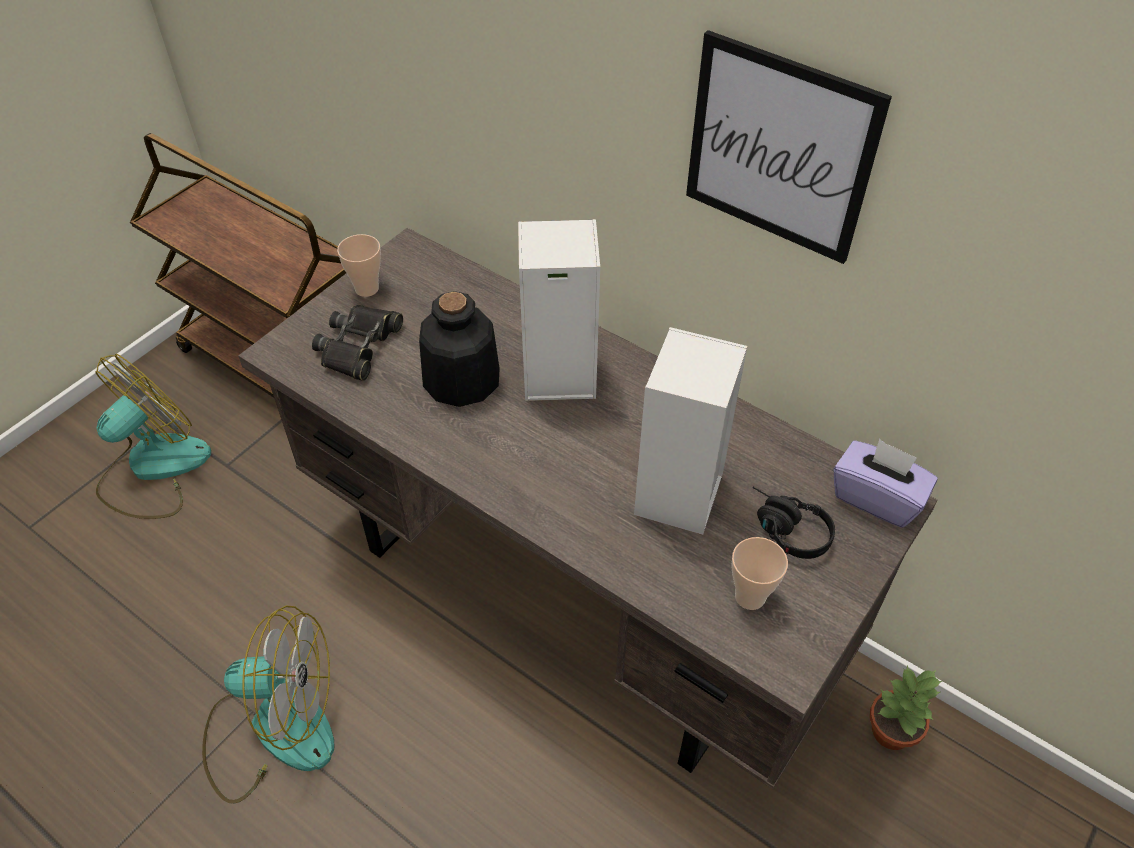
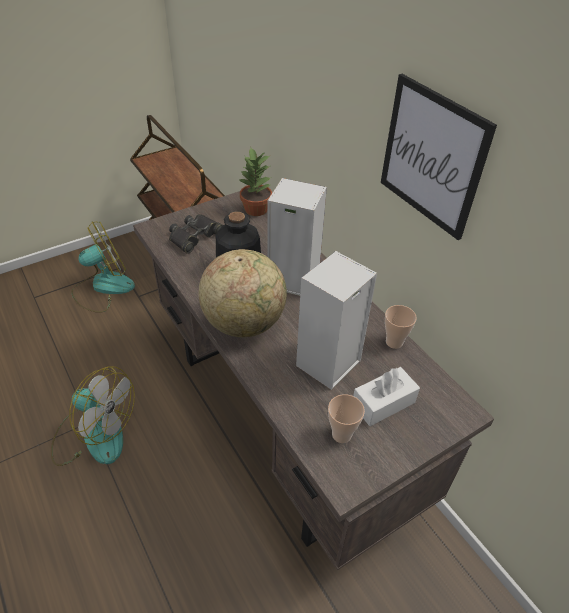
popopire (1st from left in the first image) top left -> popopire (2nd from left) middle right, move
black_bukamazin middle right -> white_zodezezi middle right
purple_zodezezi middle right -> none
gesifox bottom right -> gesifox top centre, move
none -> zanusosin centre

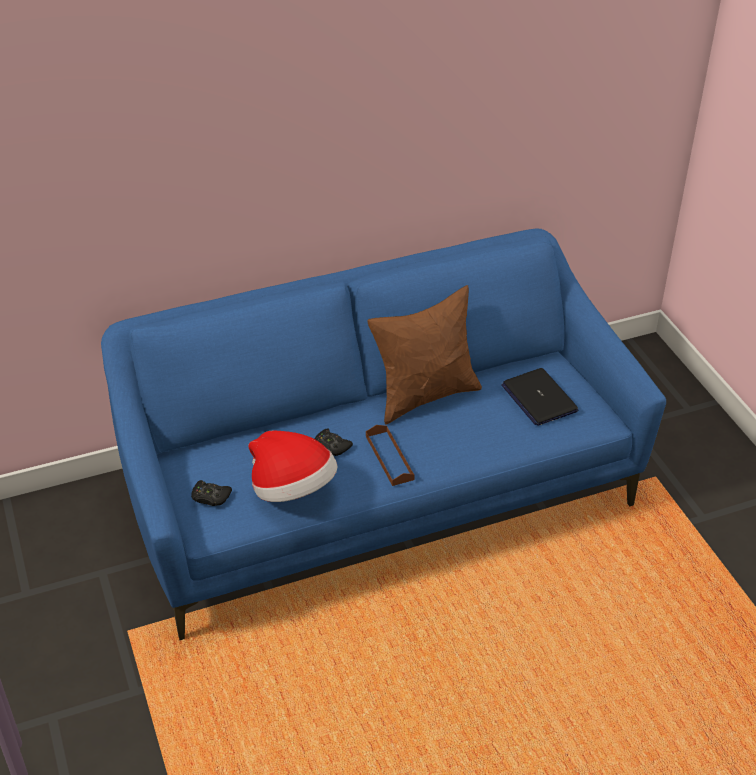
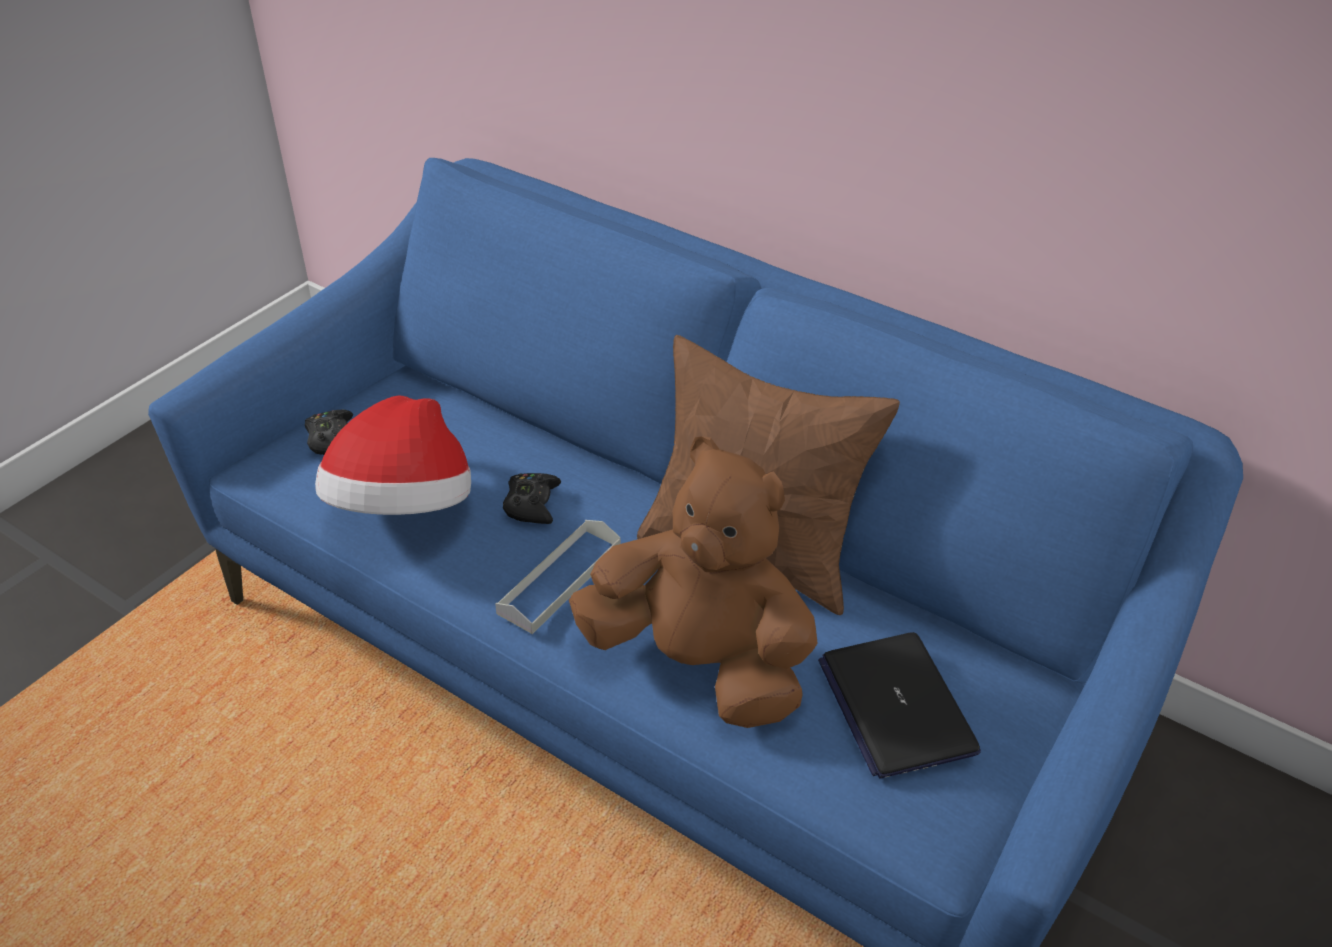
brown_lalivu centre -> grey_lalivu centre
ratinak middle right -> ratinak bottom right, 45 degrees counterclockwise
none -> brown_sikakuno centre

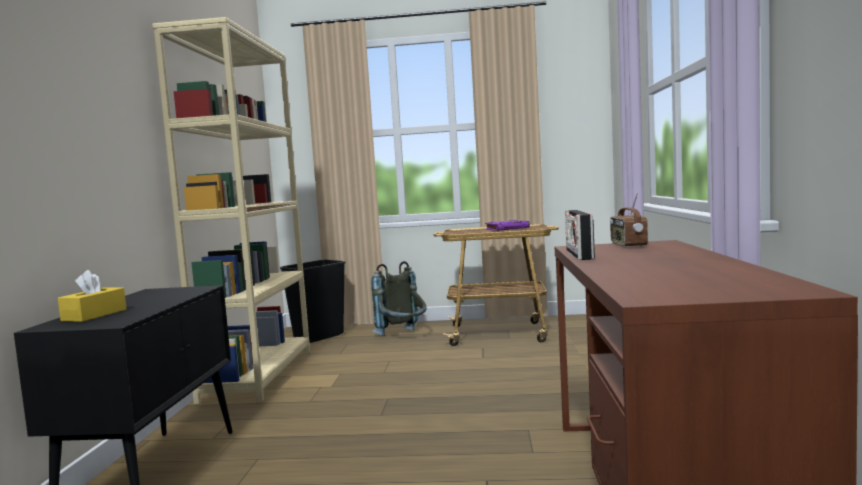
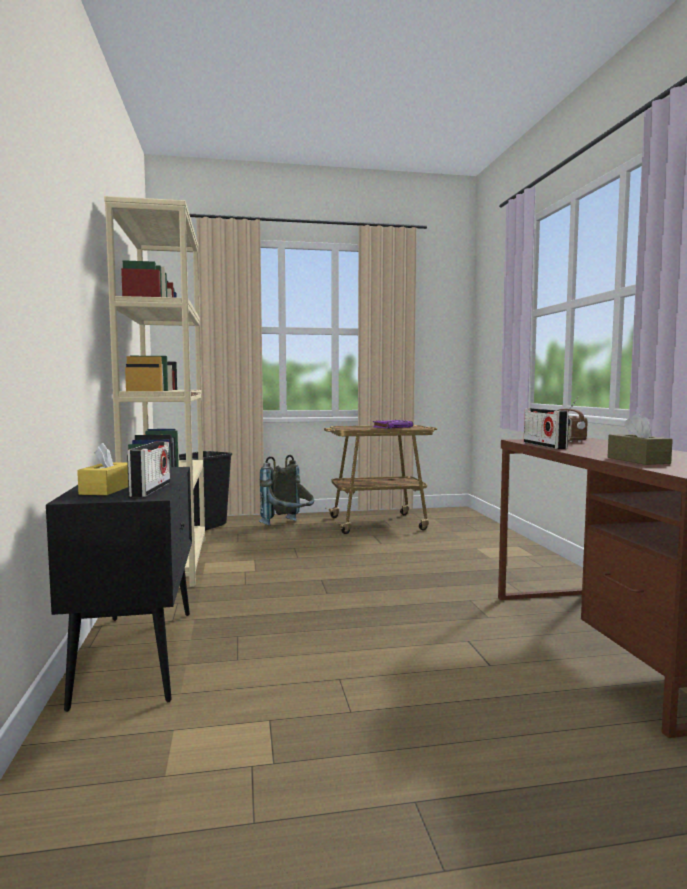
none -> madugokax (1st from left) middle left
none -> brown_zodezezi middle right

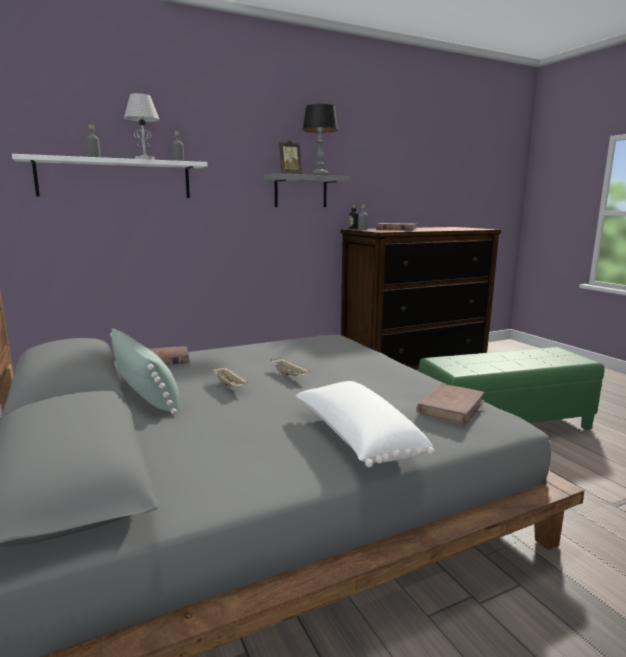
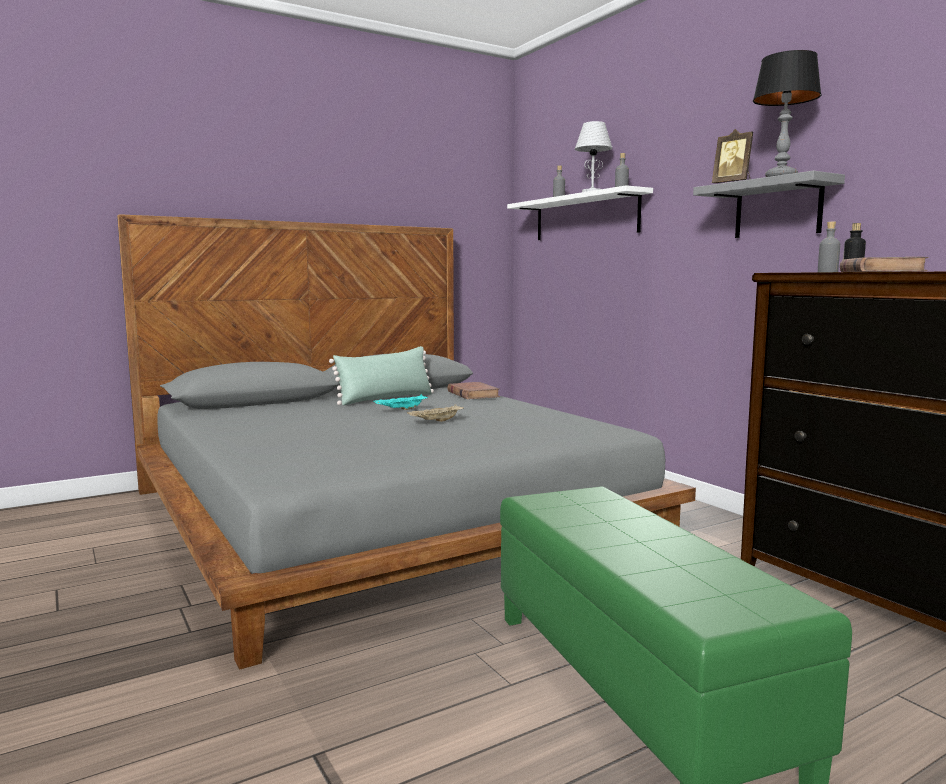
beige_lalivu (1st from left) centre -> turquoise_lalivu centre
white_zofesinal centre -> none
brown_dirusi (3rd from left) middle right -> none

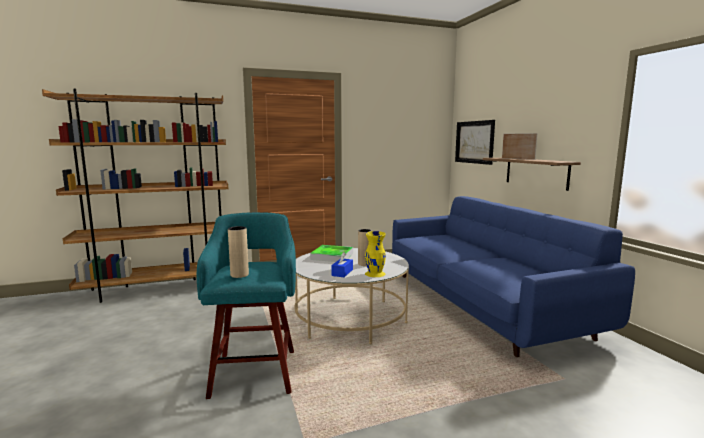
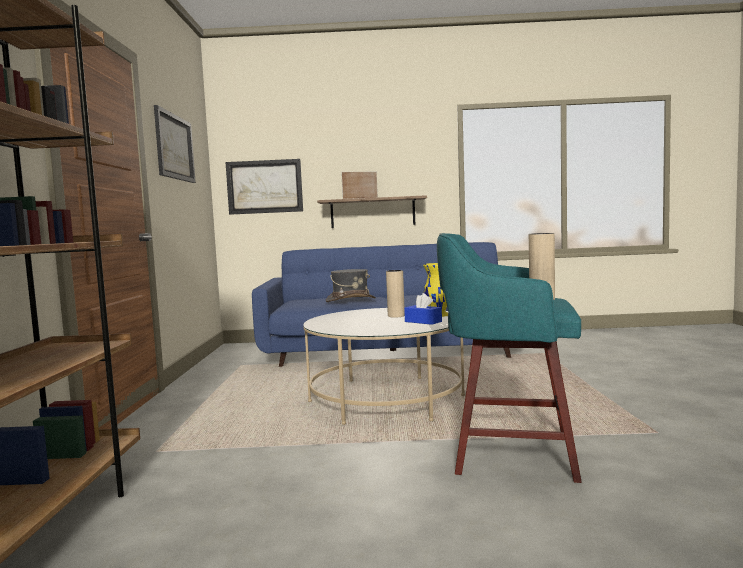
lalivu centre -> none
none -> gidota (1st from left) top left
none -> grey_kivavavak centre

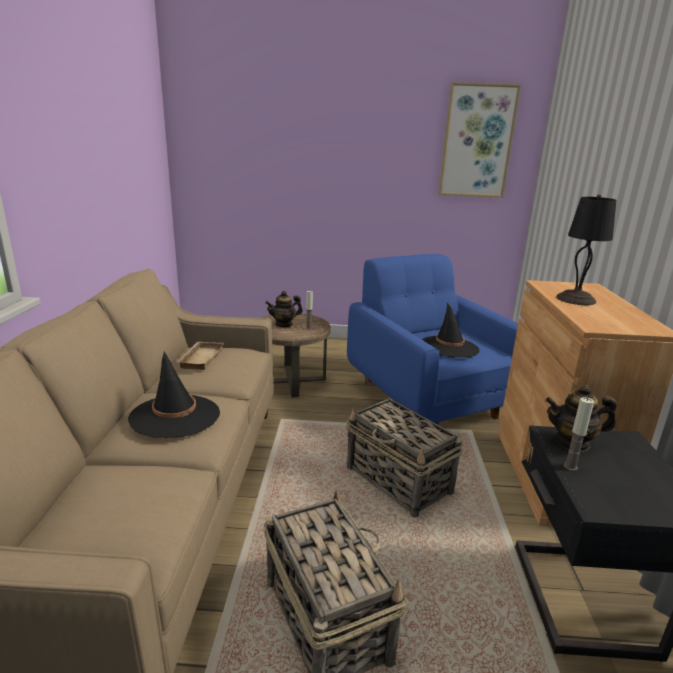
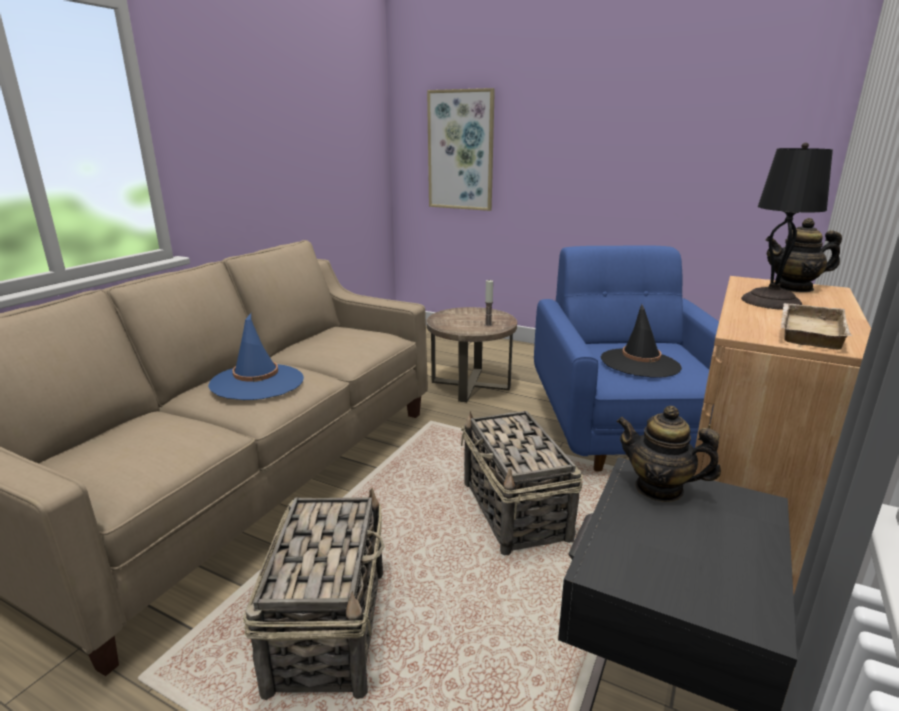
black_kivavavak (1st from left) middle left -> blue_kivavavak middle left
beige_lalivu middle left -> beige_lalivu middle right, move
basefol (1st from left in the first image) centre -> basefol (2nd from left) middle right, move
gidota top right -> gidota top centre, move
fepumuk (2nd from left) middle right -> none

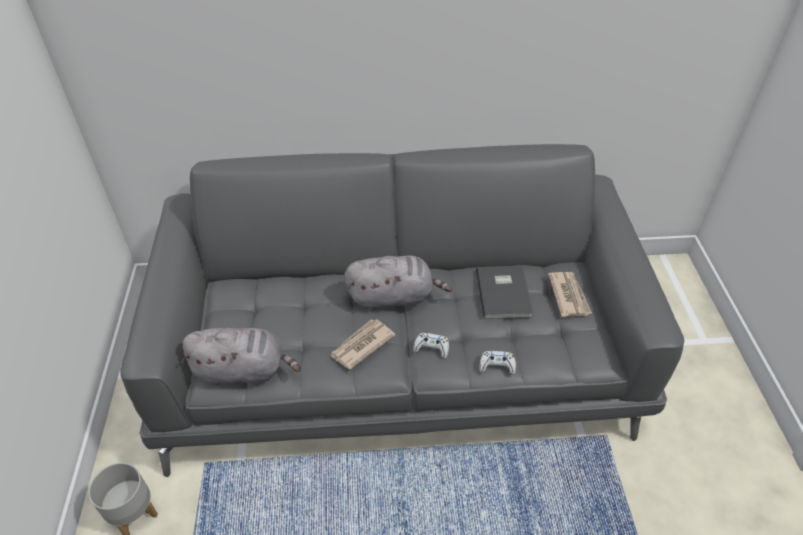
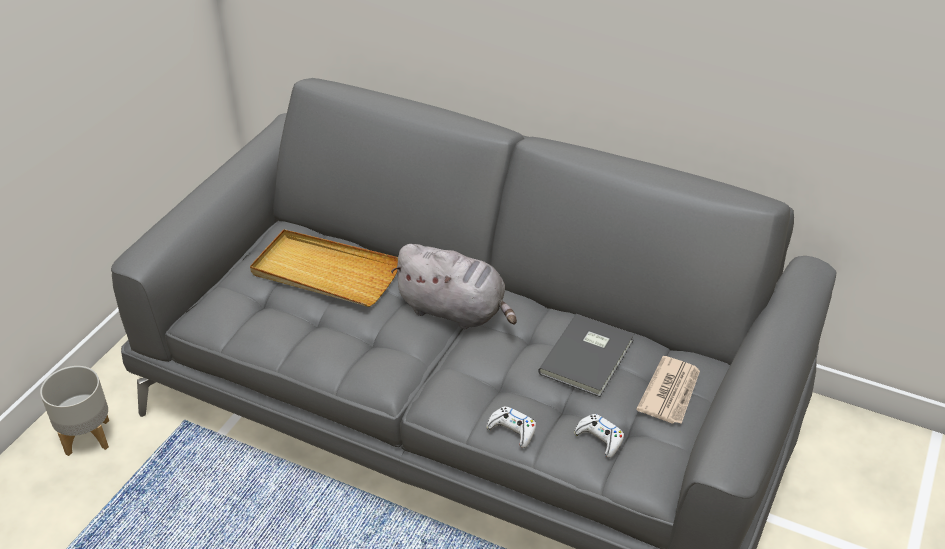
grey_sikakuno (1st from left) bottom left -> none
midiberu (1st from left) centre -> none
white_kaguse (1st from left in the first image) centre -> white_kaguse (2nd from left) bottom centre, move
none -> beige_lalivu centre

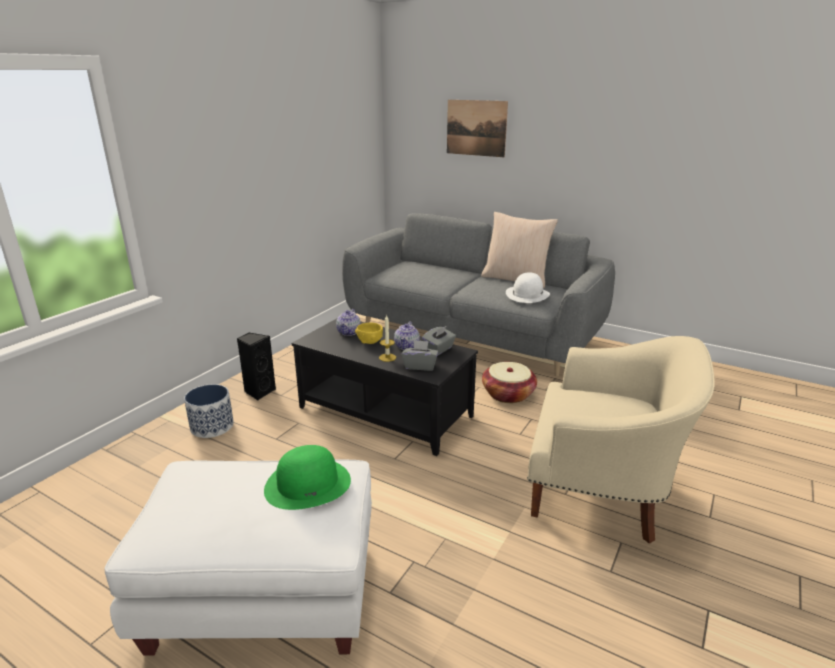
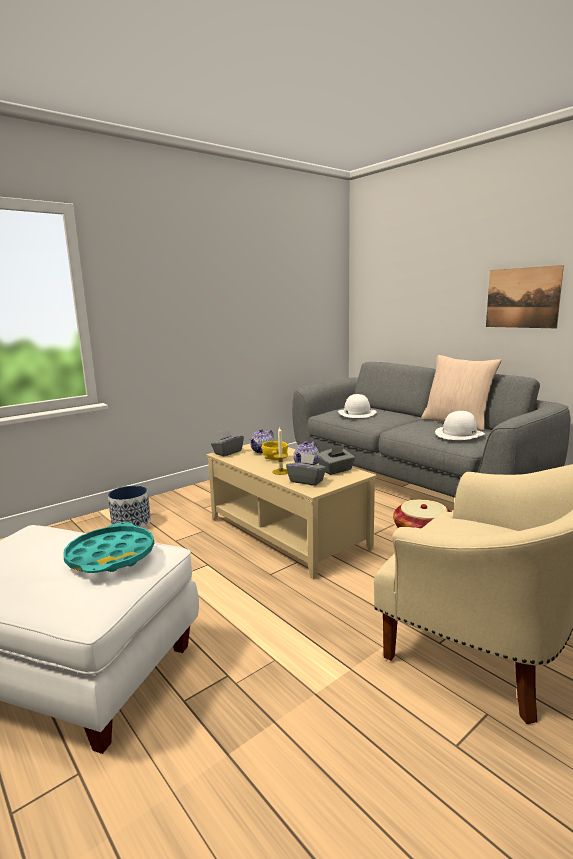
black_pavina middle left -> none
green_kivavavak bottom centre -> turquoise_lalivu middle left
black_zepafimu centre -> beige_zepafimu centre
gidota top centre -> gidota middle right, move
none -> grey_zodezezi (1st from left) centre
none -> white_kivavavak (1st from left) centre

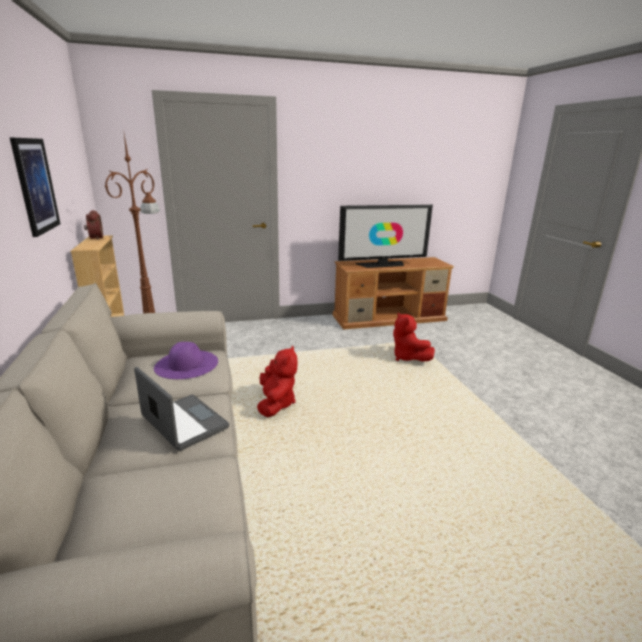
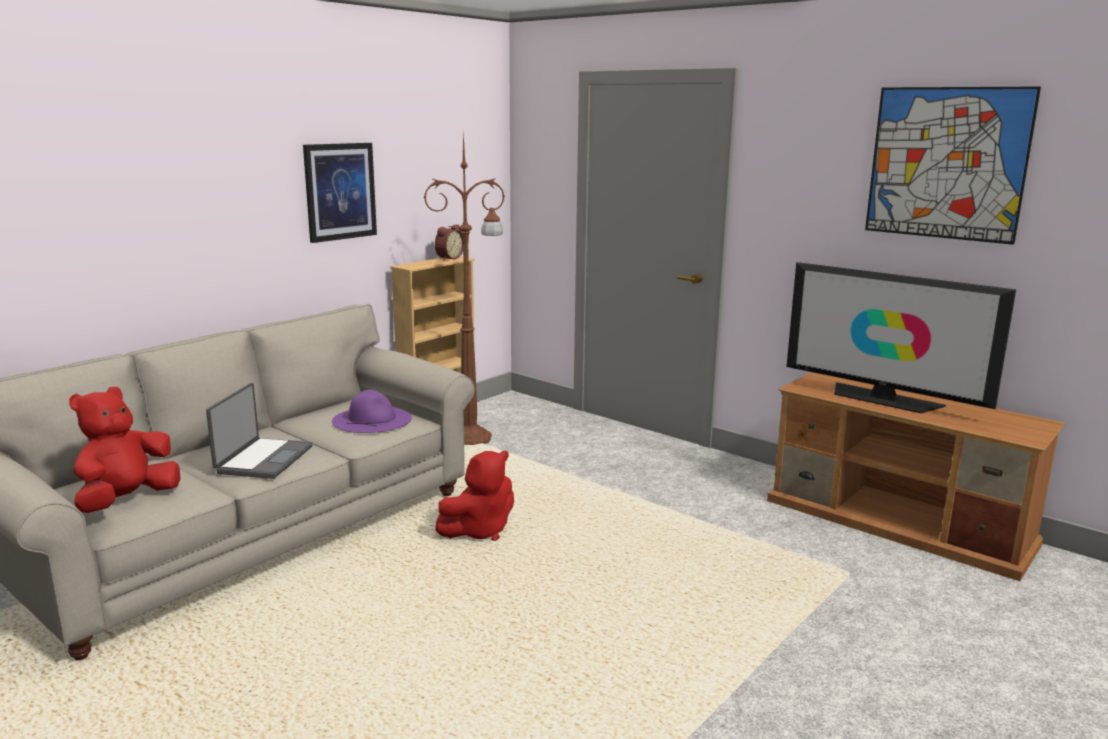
red_sikakuno (2nd from left in the first image) centre -> red_sikakuno (1st from left) middle left, move
none -> gidota (2nd from left) top right

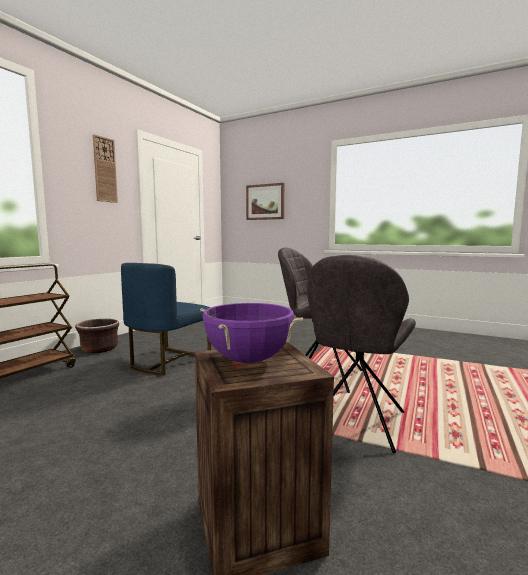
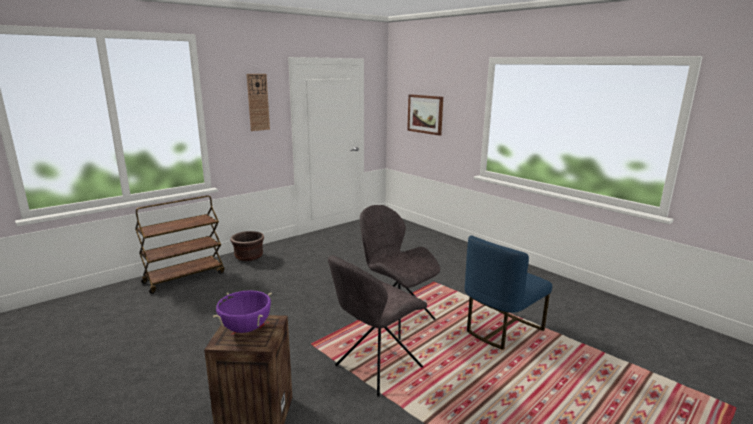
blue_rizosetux middle left -> blue_rizosetux bottom right, move

